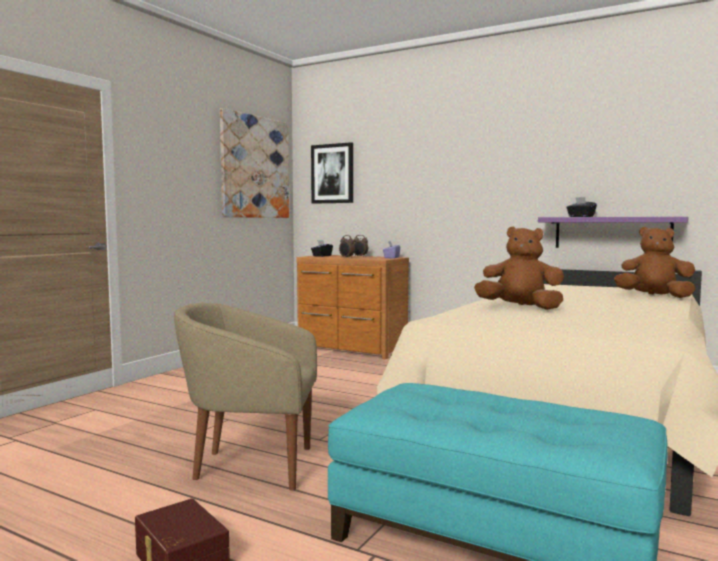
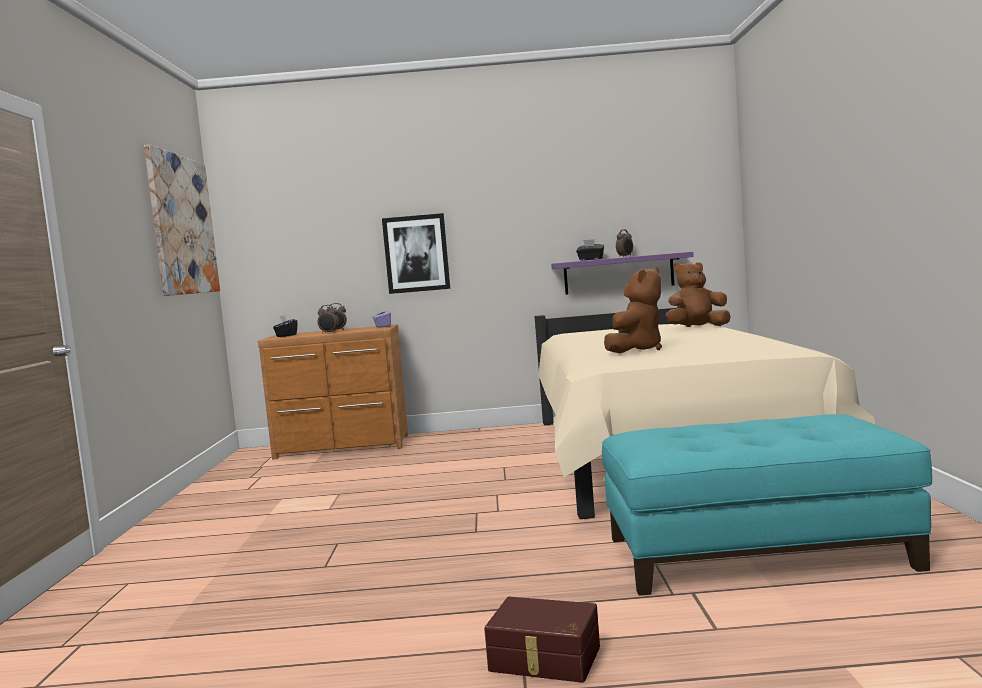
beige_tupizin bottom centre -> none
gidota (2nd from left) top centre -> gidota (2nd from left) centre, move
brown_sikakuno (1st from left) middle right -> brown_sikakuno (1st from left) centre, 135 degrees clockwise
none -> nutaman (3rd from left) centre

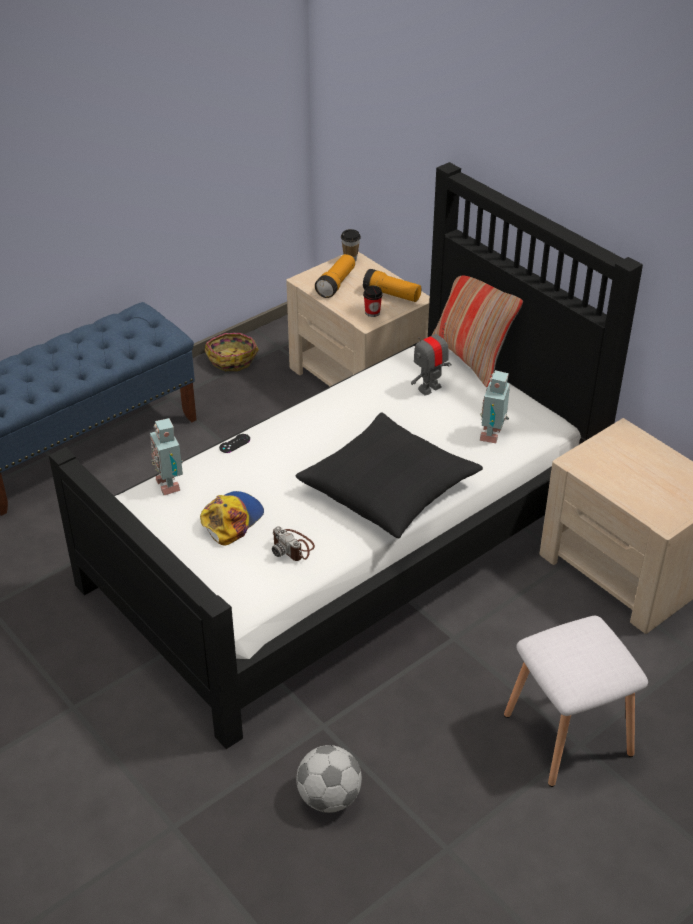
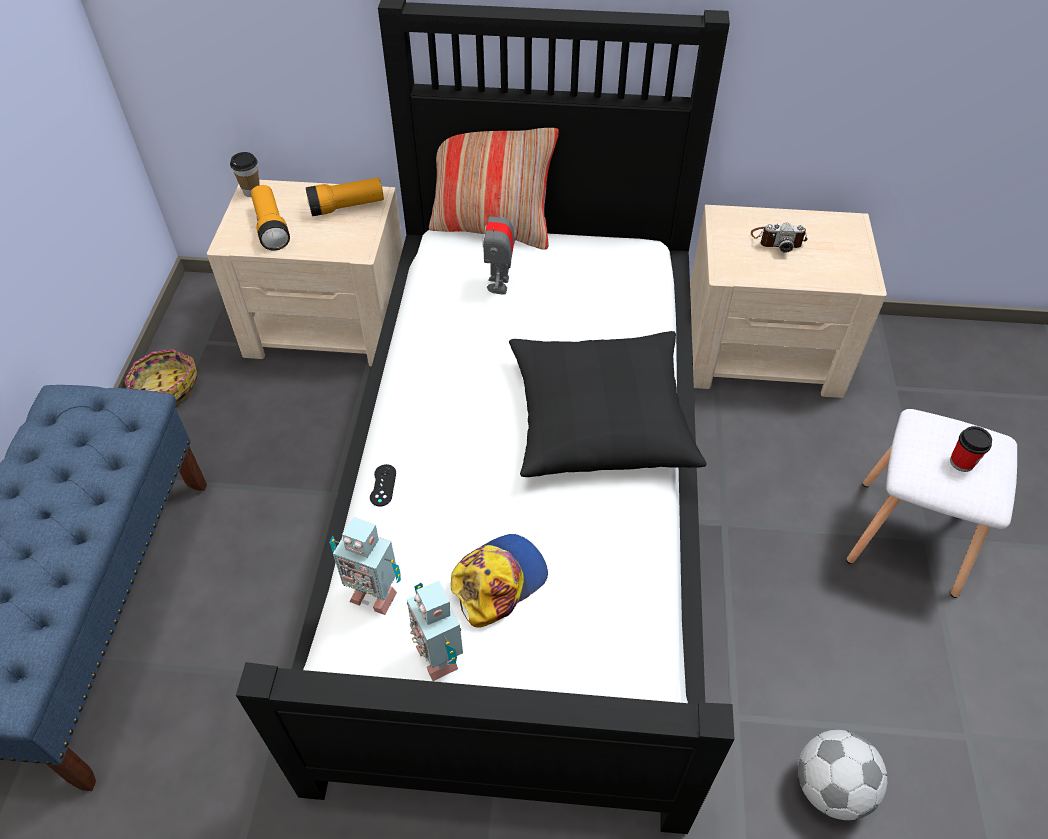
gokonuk centre -> gokonuk bottom centre, 60 degrees clockwise
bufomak centre -> bufomak top right, move
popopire (2nd from left) top centre -> popopire (2nd from left) middle right, move
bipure (3rd from left in the first image) middle right -> bipure (2nd from left) bottom centre, move

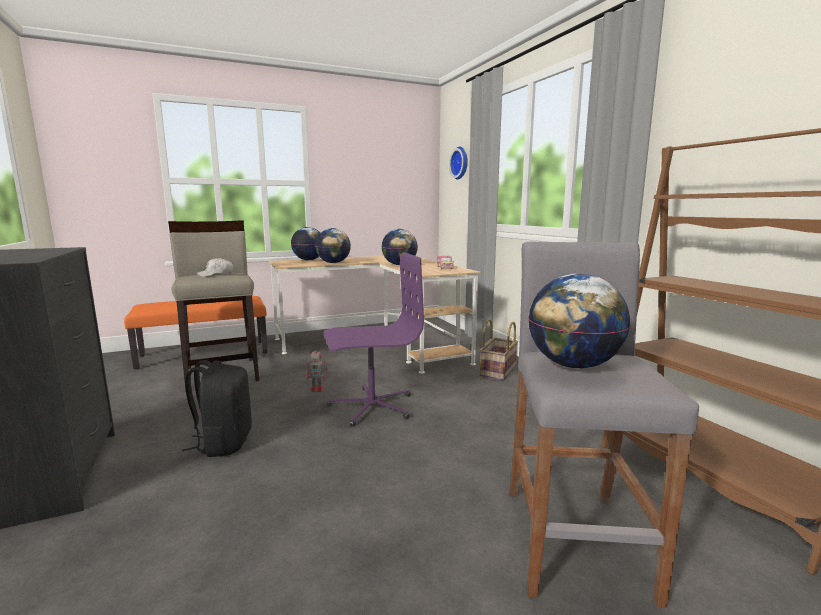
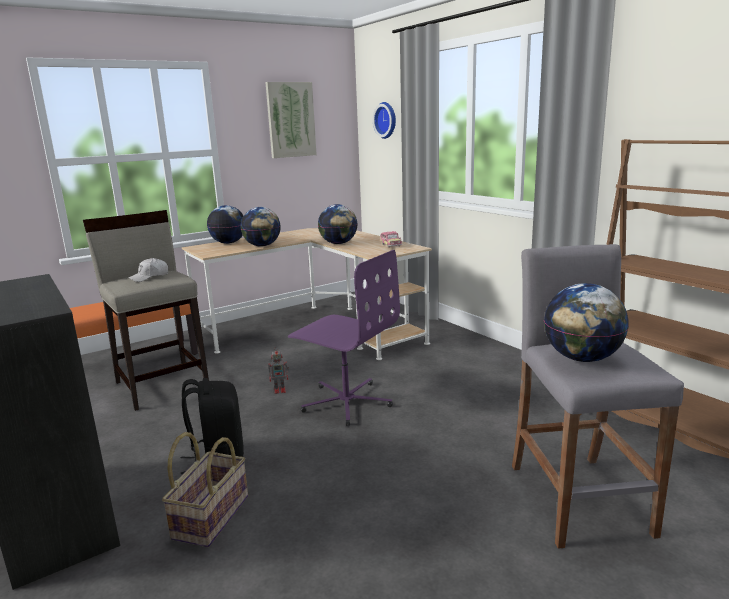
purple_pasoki centre, 60 degrees clockwise
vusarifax centre -> vusarifax bottom left, move
none -> gidota top centre

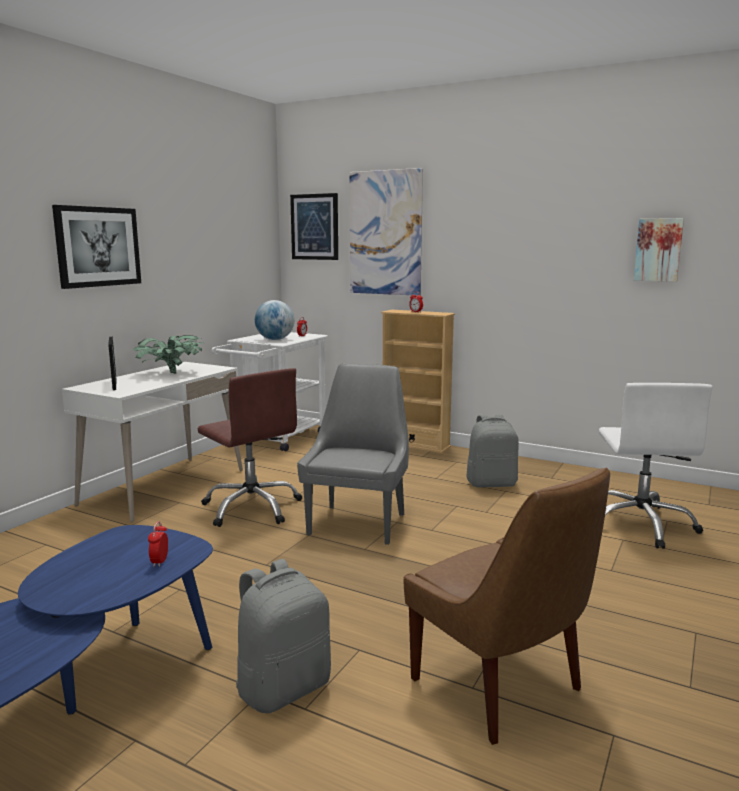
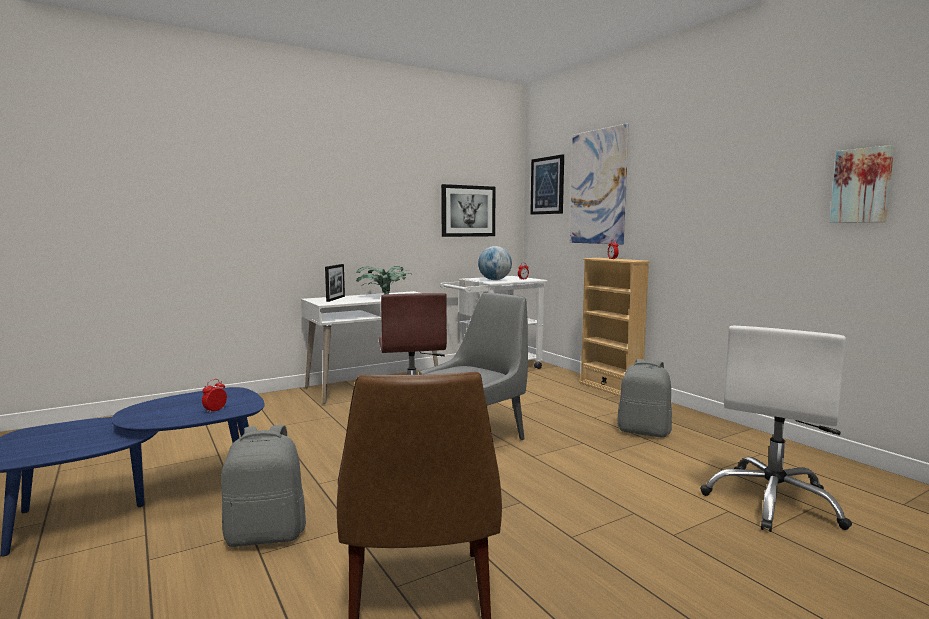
gidota (1st from left) top left -> gidota (1st from left) centre, move

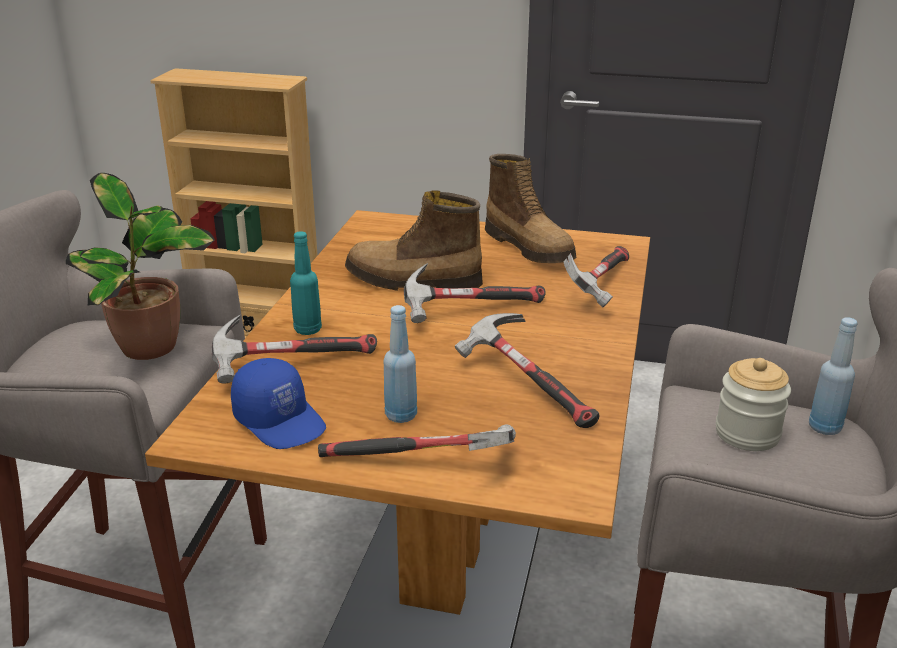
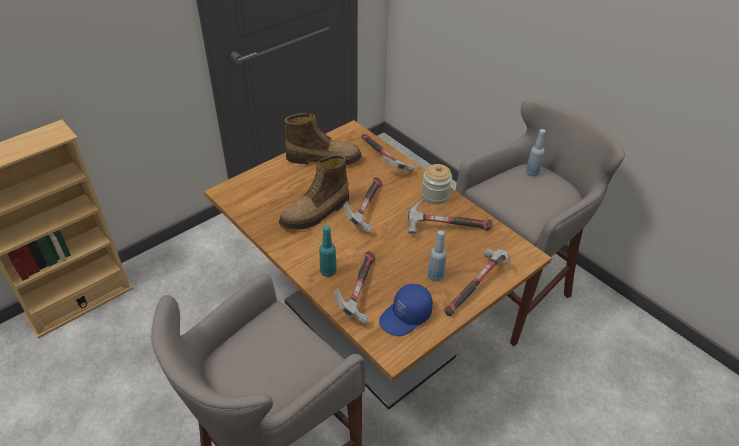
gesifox middle left -> none
blue_gokonuk middle left -> blue_gokonuk bottom centre, 150 degrees clockwise
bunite middle right -> bunite centre, move

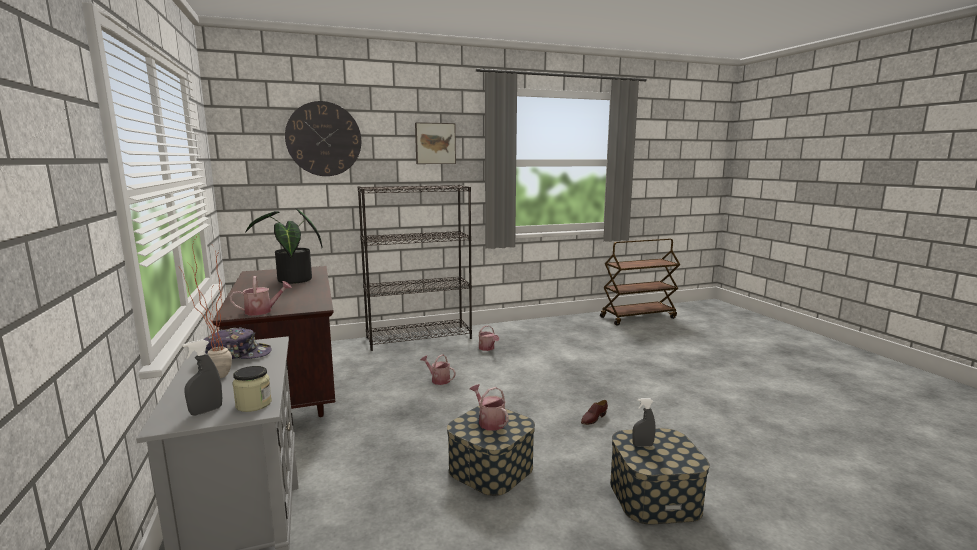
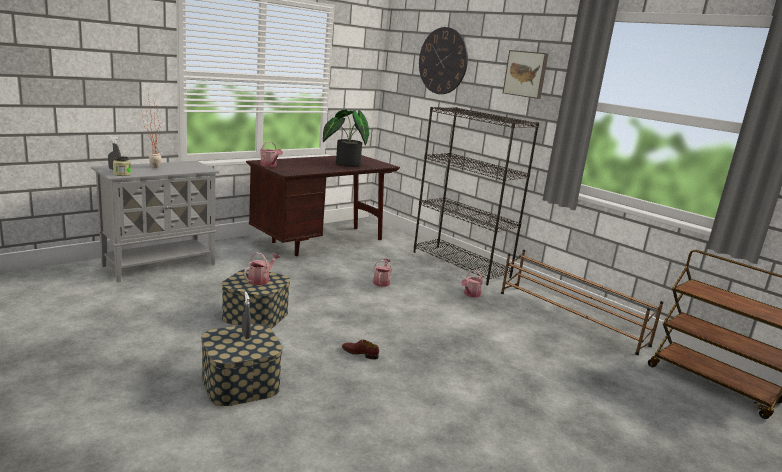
gokonuk middle left -> none
none -> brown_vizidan middle right

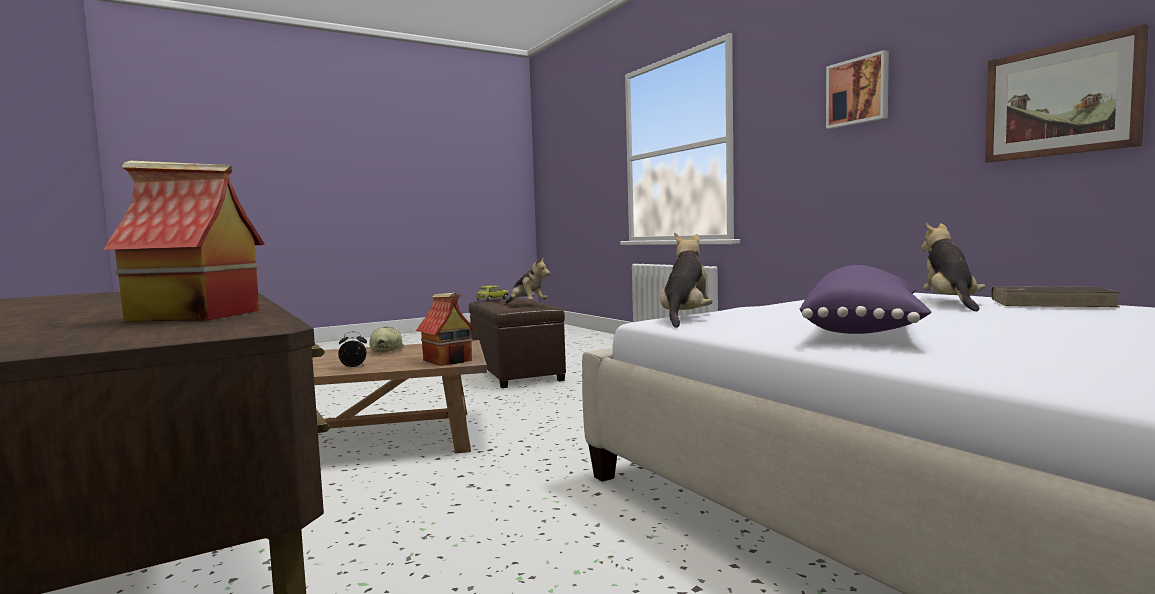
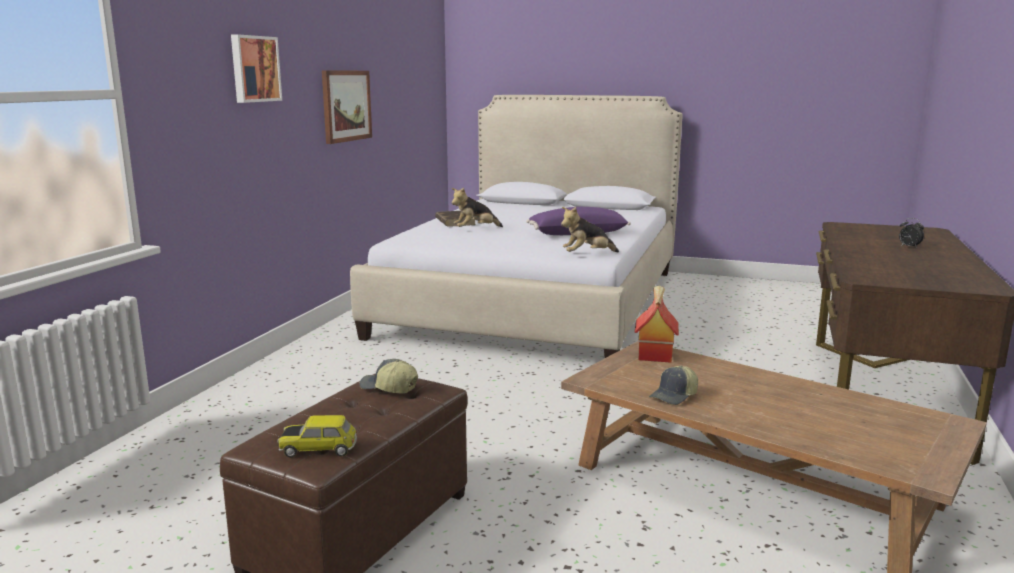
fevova (1st from left) middle left -> none
nutaman middle left -> nutaman middle right, move
sikakuno (1st from left) centre -> gokonuk (1st from left) centre

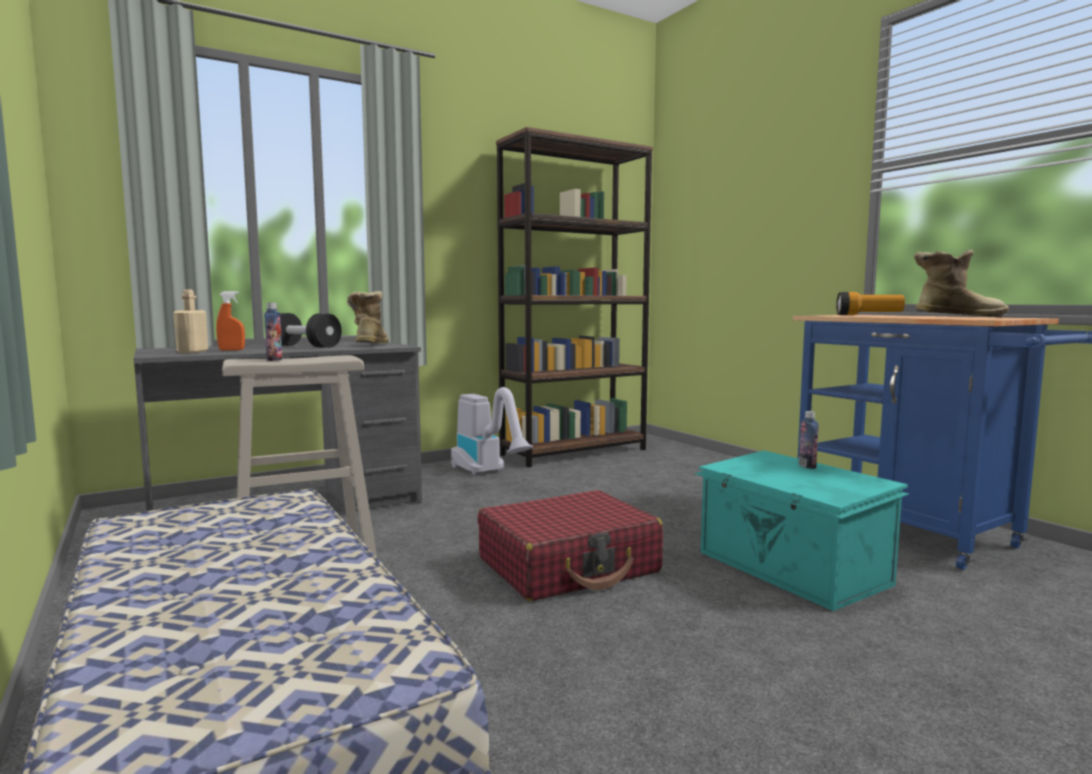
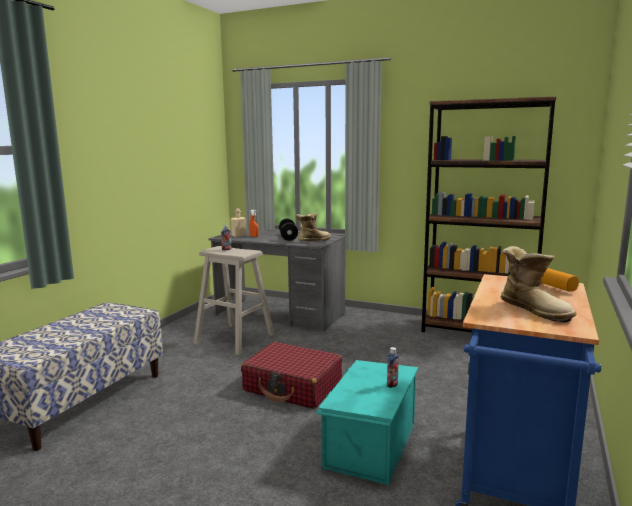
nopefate centre -> none

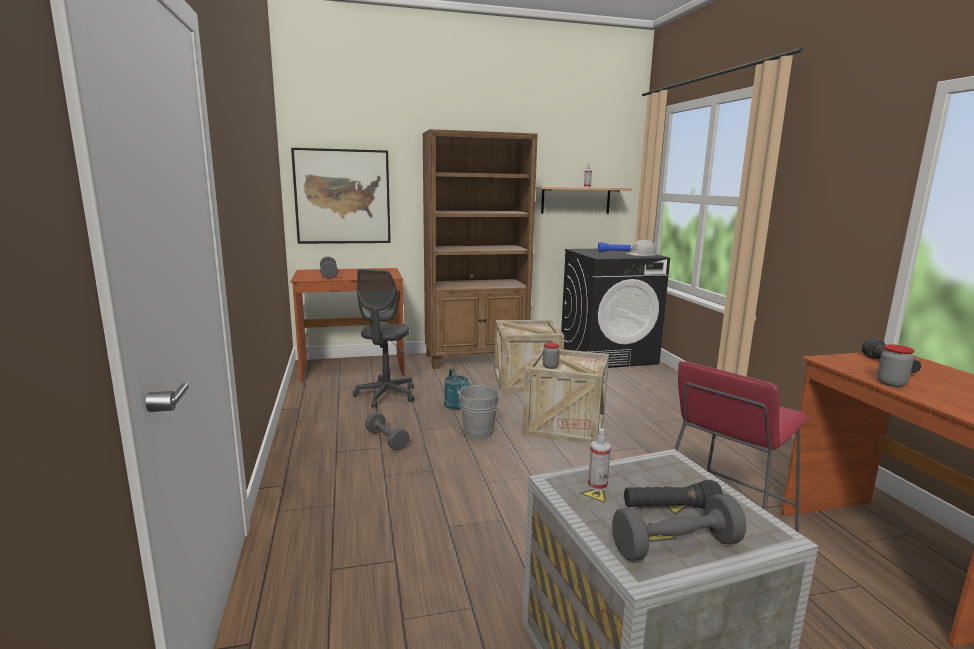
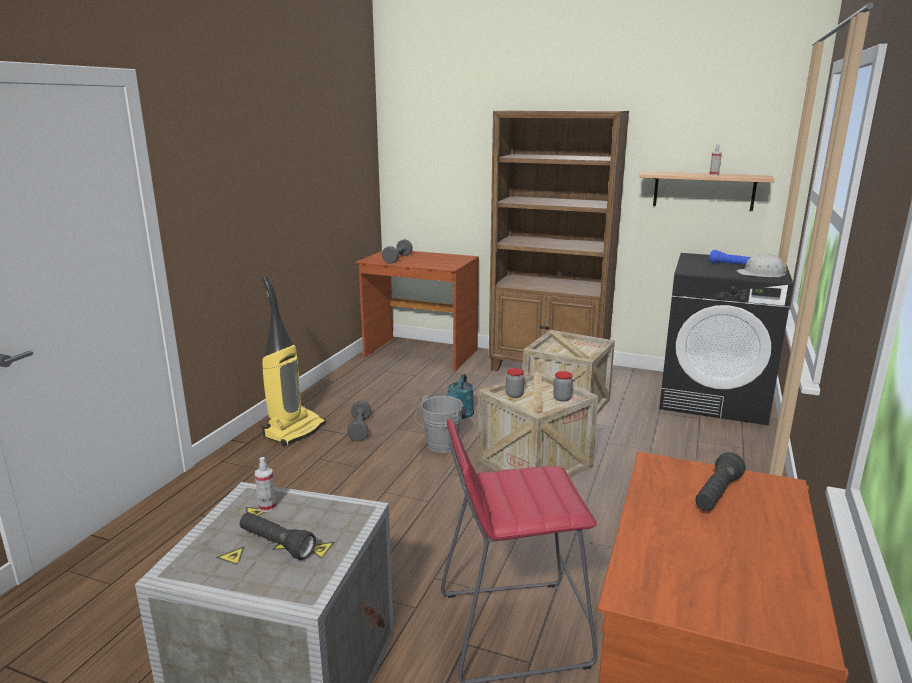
gidota top centre -> none
grey_pasoki centre -> none
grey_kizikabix (3rd from left) bottom right -> none
bunite (2nd from left) middle right -> bunite (2nd from left) centre, move
none -> nopefate middle left

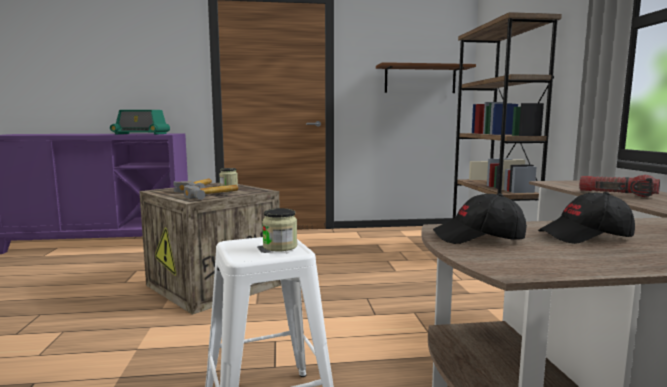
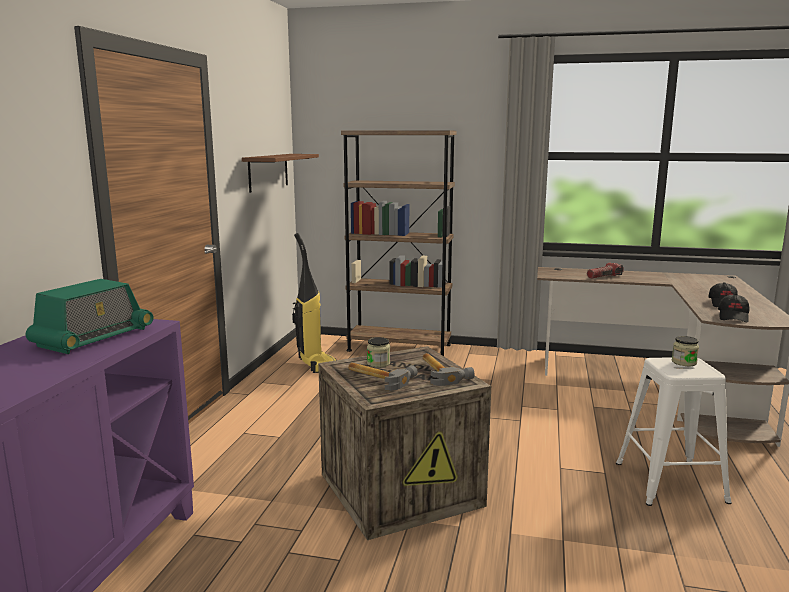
none -> nopefate centre

